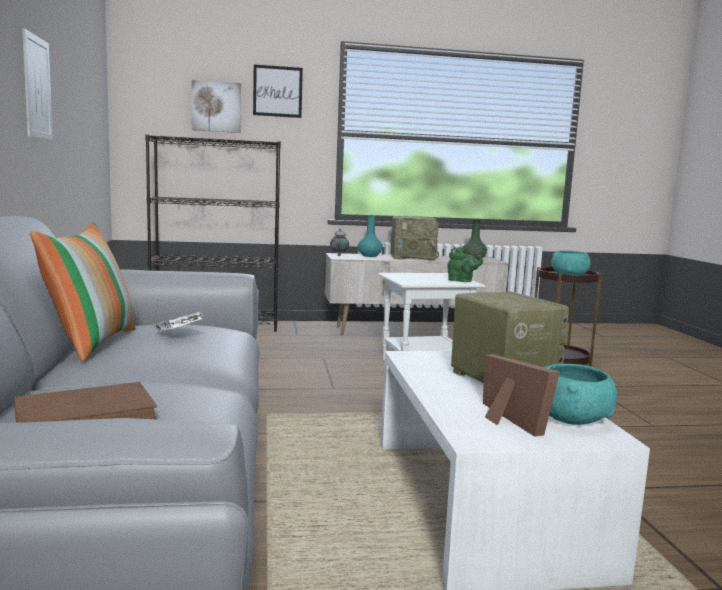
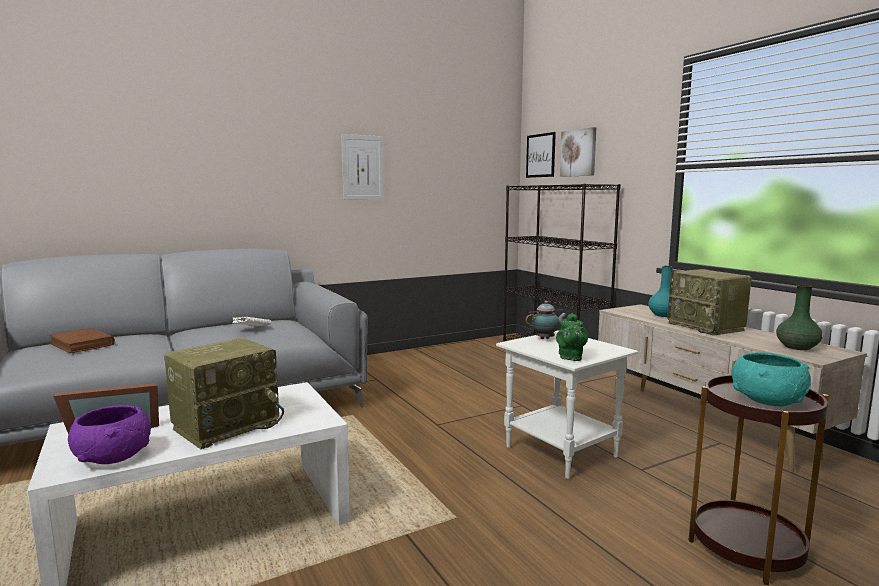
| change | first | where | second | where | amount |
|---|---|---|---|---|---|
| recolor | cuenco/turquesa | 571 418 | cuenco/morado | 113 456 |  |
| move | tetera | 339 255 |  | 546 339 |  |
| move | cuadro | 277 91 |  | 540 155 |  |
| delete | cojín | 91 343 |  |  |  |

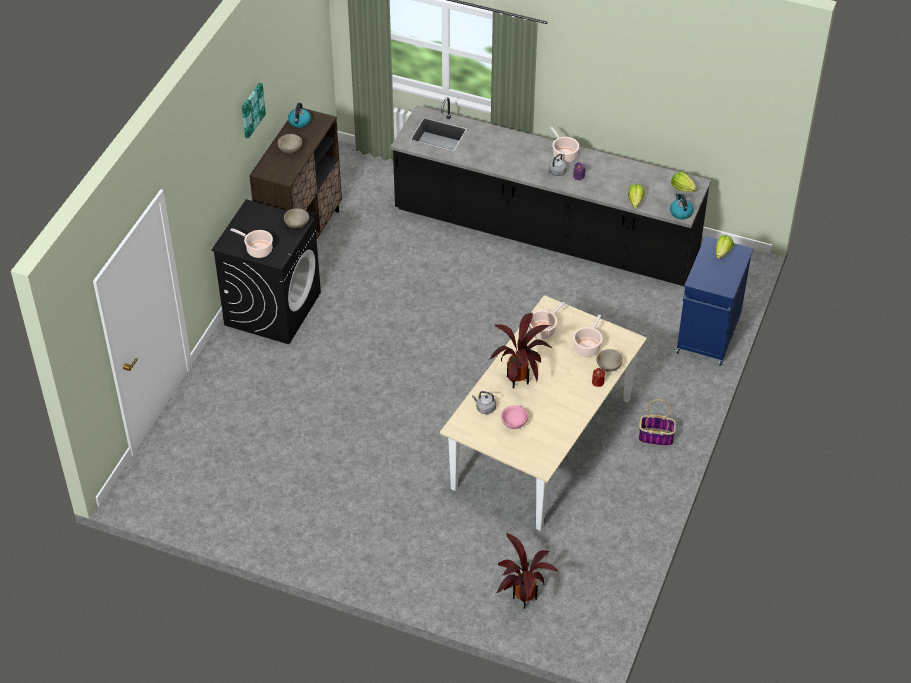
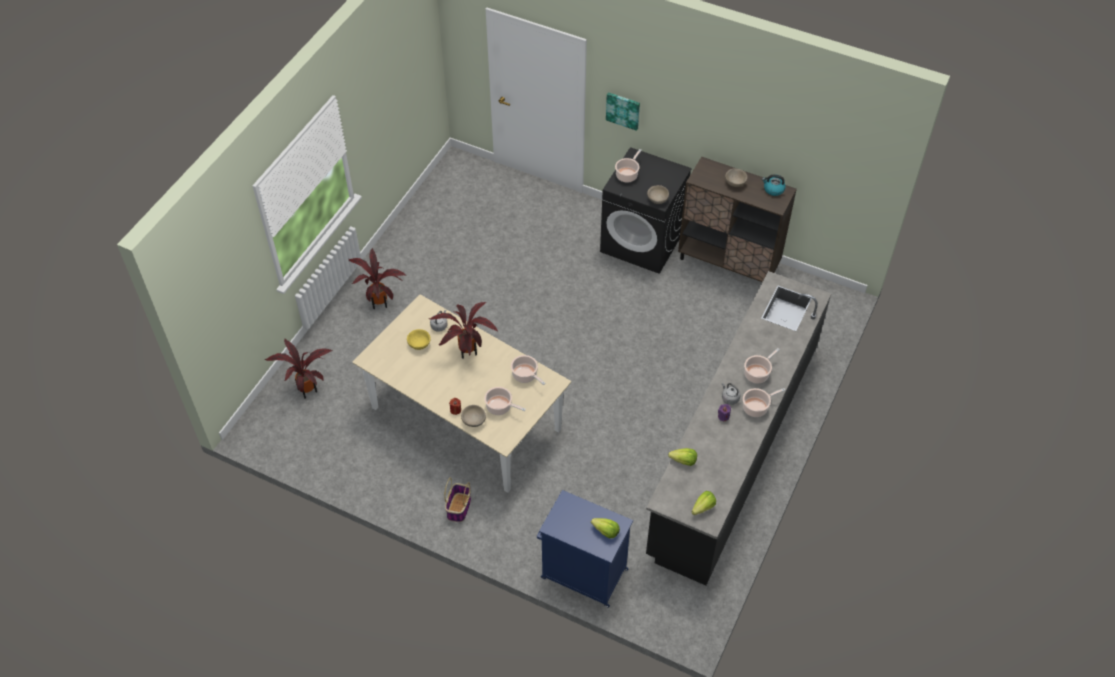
| change | first | where | second | where | amount |
|---|---|---|---|---|---|
| insert |  |  | planta en maceta | 380 301 |  |
| recolor | cuenco/rosa | 514 423 | cuenco/amarillo | 419 344 |  |
| move | cuadro | 251 110 |  | 623 110 |  |
| insert |  |  | olla | 757 373 |  |
| delete | hervidor | 680 212 |  |  |  |

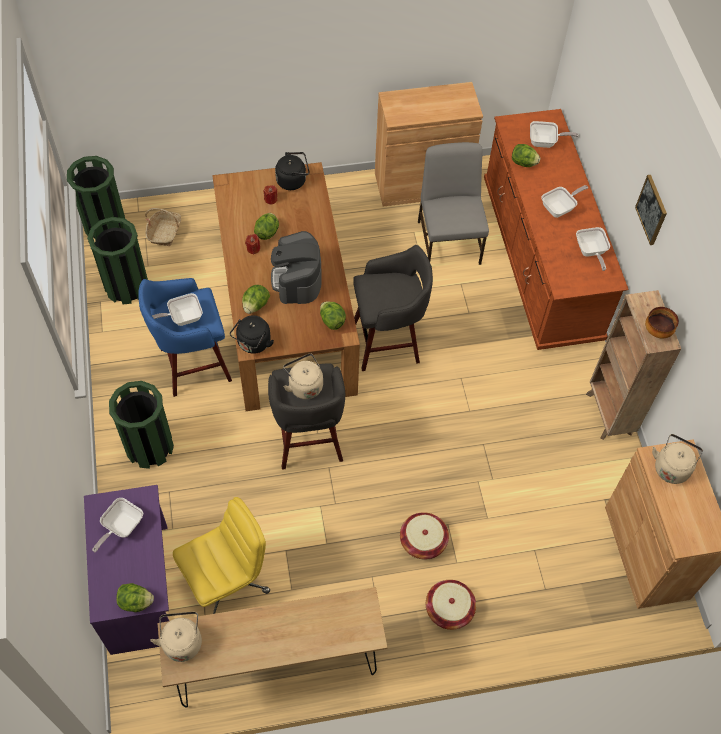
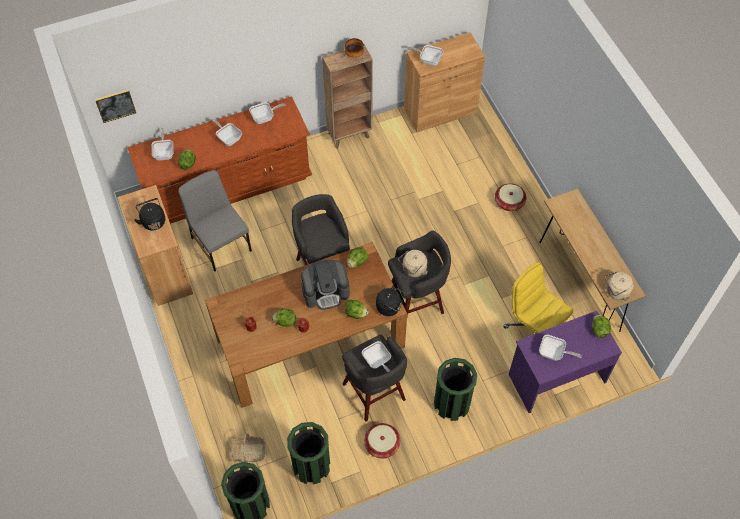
| change | first | where | second | where | amount |
|---|---|---|---|---|---|
| move | cuadro | 652 210 |  | 115 105 |  |
| move | hervidor/negro | 293 180 |  | 153 221 |  |
| rotate | silla/gris | 449 241 |  | 221 243 | 75 degrees clockwise |
| recolor | taburete/azul | 193 365 | taburete/gris | 374 393 |  |
| move | cesta | 423 541 |  | 382 444 |  |
| replace | hervidor/beis | 672 467 | sartén | 428 60 |  |

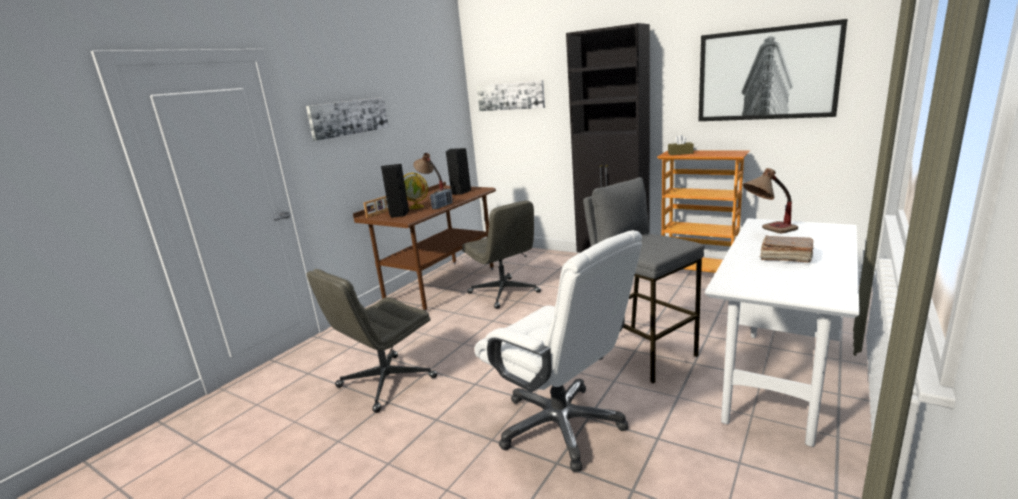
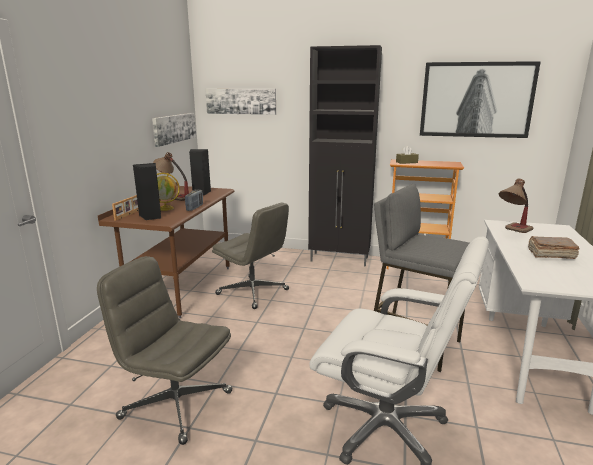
| change | first | where | second | where | amount |
|---|---|---|---|---|---|
| rotate | silla de oficina/gris | 386 383 |  | 175 404 | 90 degrees clockwise |
| move | cuadro | 349 117 |  | 174 128 |  |

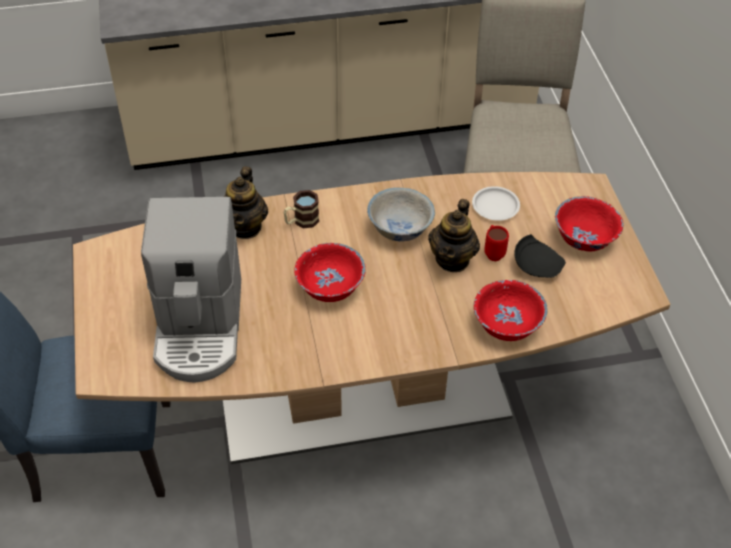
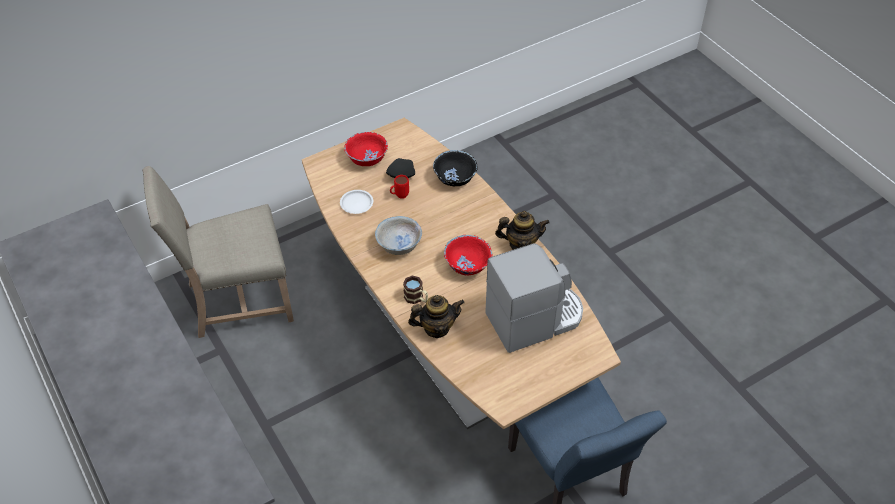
| change | first | where | second | where | amount |
|---|---|---|---|---|---|
| recolor | cuenco/rojo | 507 324 | cuenco/negro | 454 178 |  |
| move | tetera | 452 259 |  | 521 244 |  |

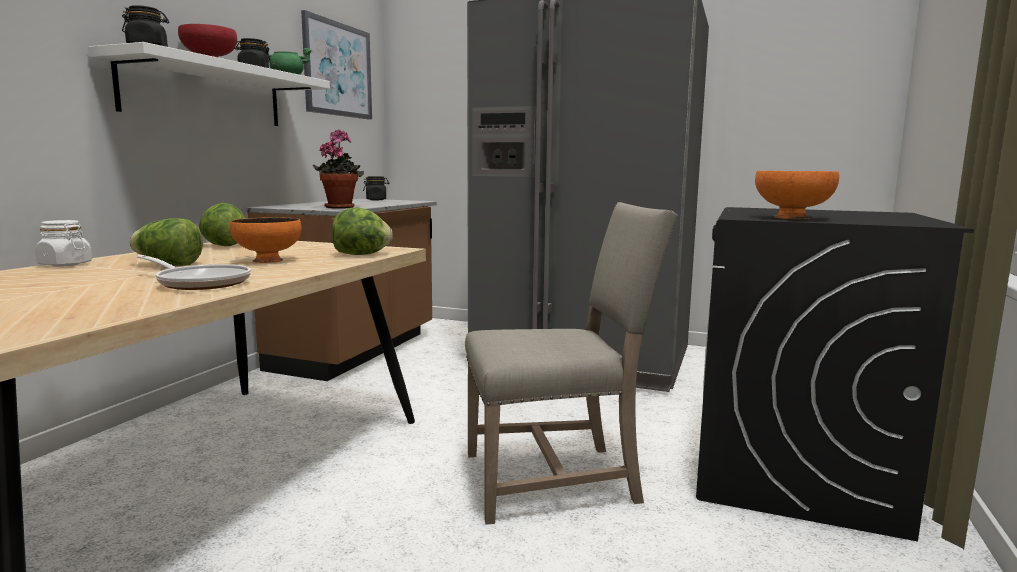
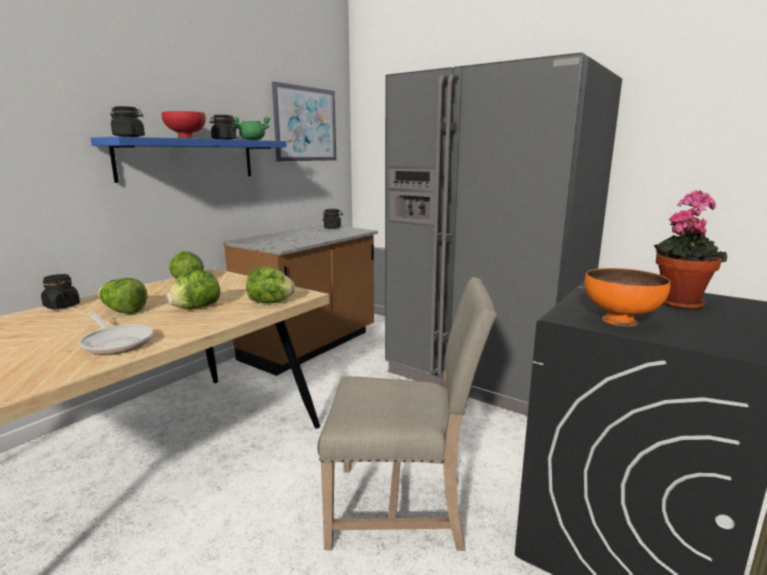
| change | first | where | second | where | amount |
|---|---|---|---|---|---|
| recolor | tarro/blanco | 65 264 | tarro/negro | 61 306 |  |
| recolor | estante/blanco | 206 94 | estante/azul | 188 159 |  |
| replace | cuenco/naranja | 269 260 | lechuga | 196 308 |  |
| move | planta en maceta | 340 207 |  | 678 302 |  |

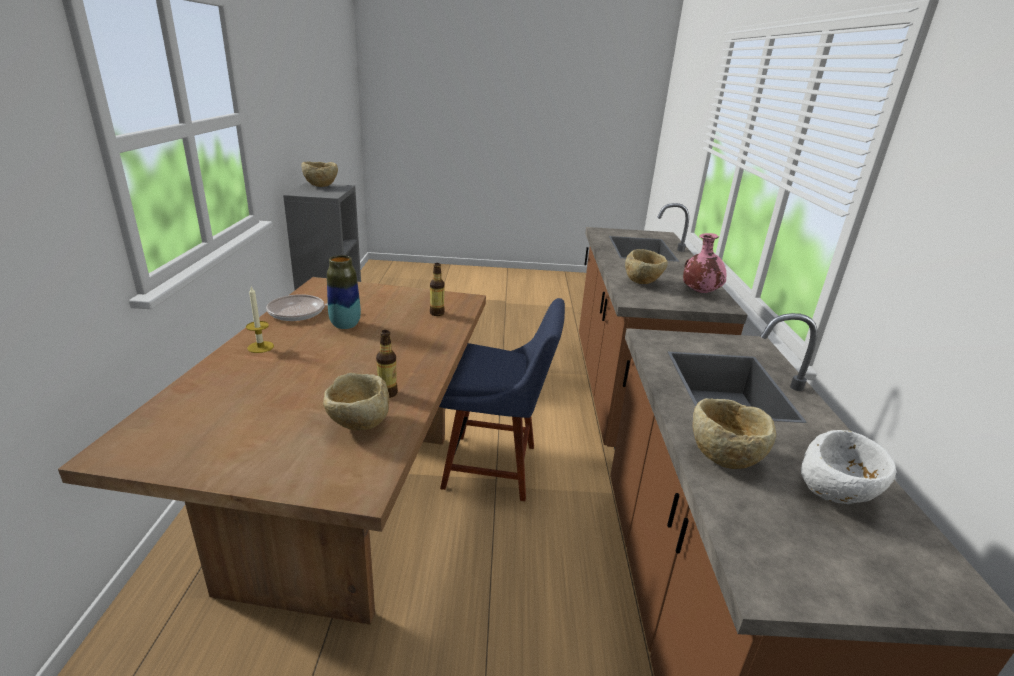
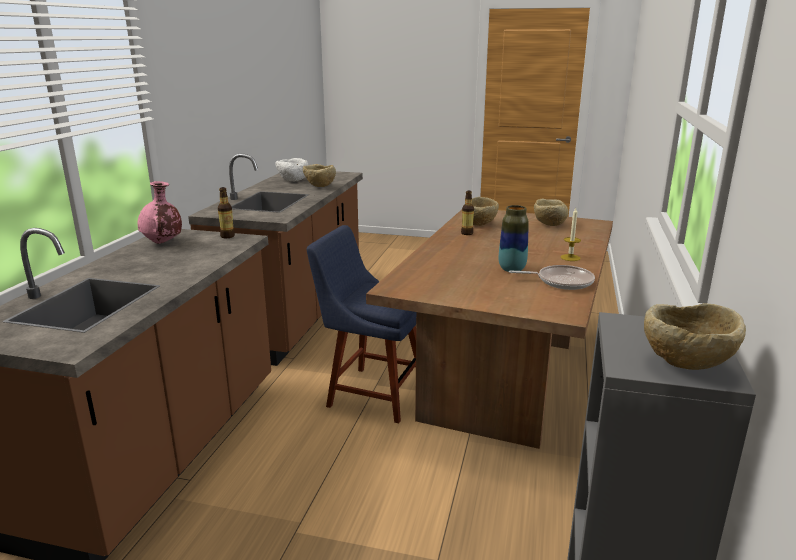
| change | first | where | second | where | amount |
|---|---|---|---|---|---|
| move | botella | 437 313 |  | 227 236 |  |
| move | cuenco/beis | 643 282 |  | 549 225 |  |

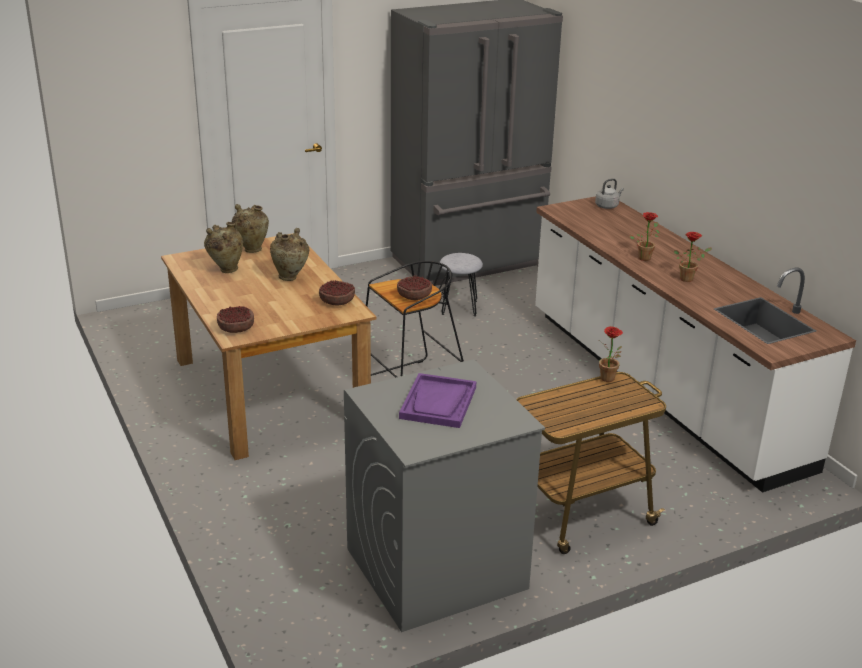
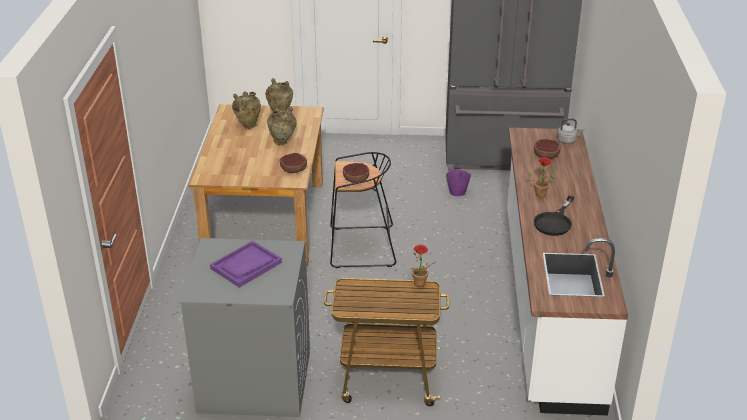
| change | first | where | second | where | amount |
|---|---|---|---|---|---|
| replace | taburete/gris | 459 307 | cubo/morado | 457 192 |  |
| move | cuenco | 235 328 |  | 546 155 |  |
| replace | planta en maceta | 688 278 | sartén/negro | 555 222 |  |

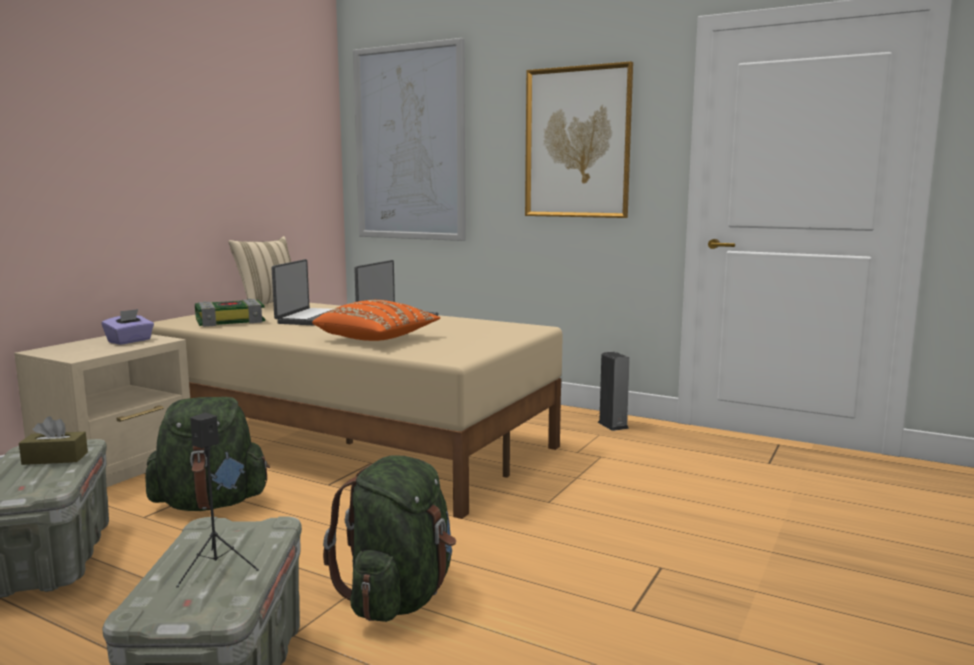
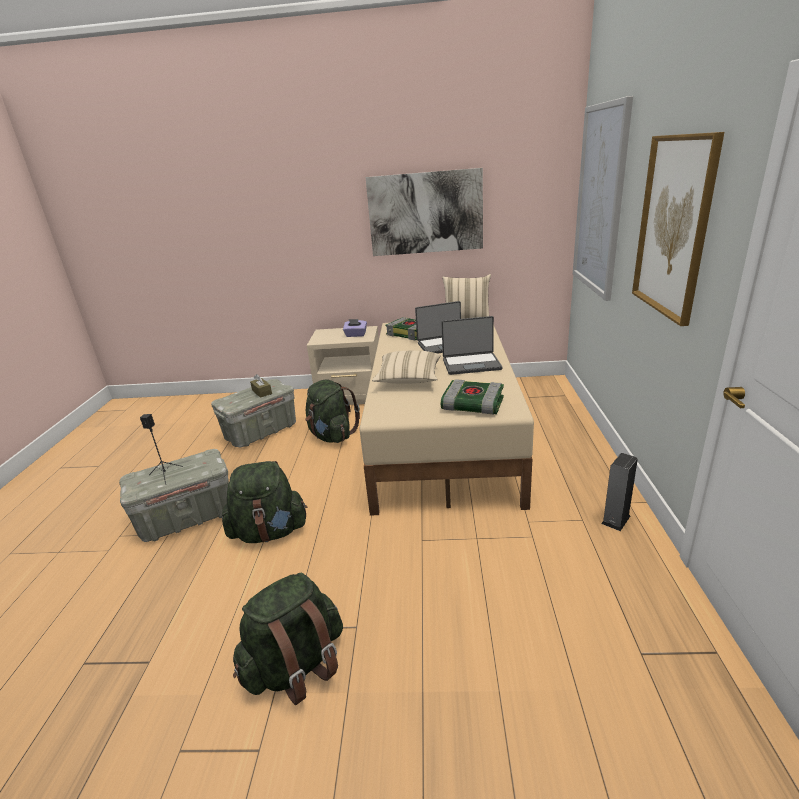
| change | first | where | second | where | amount |
|---|---|---|---|---|---|
| insert |  |  | mochila/verde | 296 666 |  |
| insert |  |  | cuadro | 425 213 |  |
| recolor | cojín/naranja | 377 339 | cojín/beis | 408 379 |  |
| insert |  |  | libro | 471 405 |  |

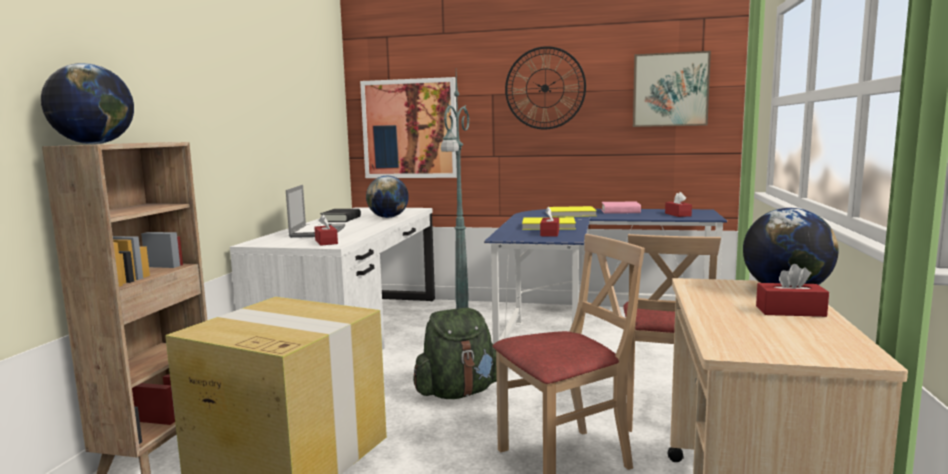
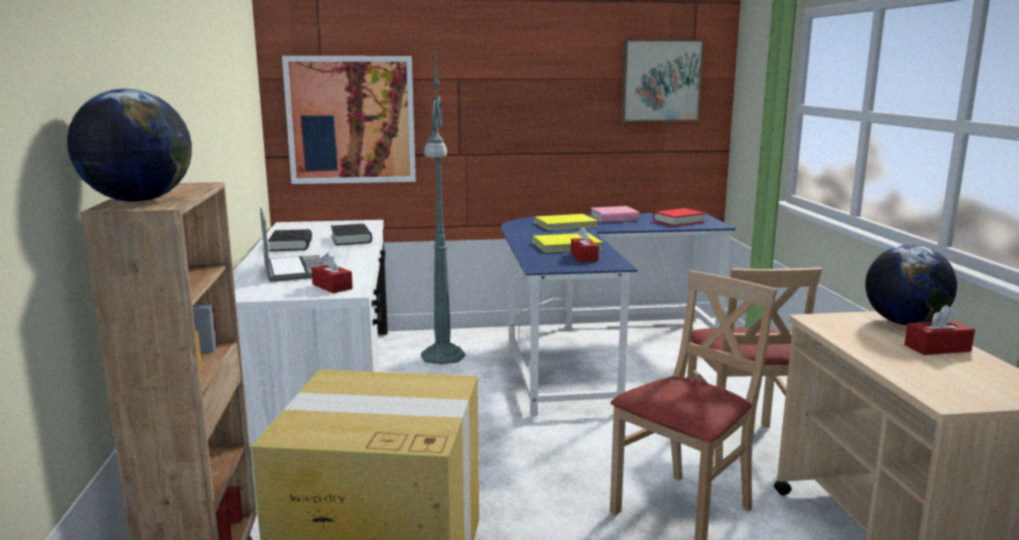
| change | first | where | second | where | amount |
|---|---|---|---|---|---|
| replace | globo terráqueo | 388 217 | libro/negro | 351 239 |  |
| replace | caja de pañuelos/rojo | 678 214 | libro/rojo | 678 221 |  |
| delete | mochila/verde | 458 392 |  |  |  |
| delete | reloj de pared | 545 88 |  |  |  |

